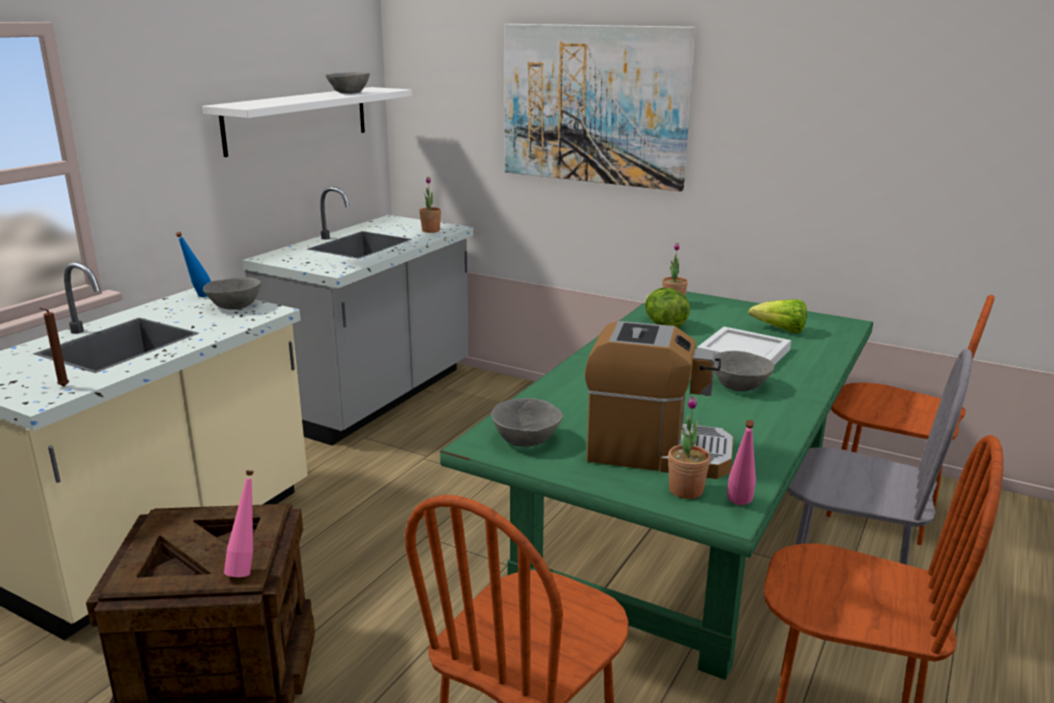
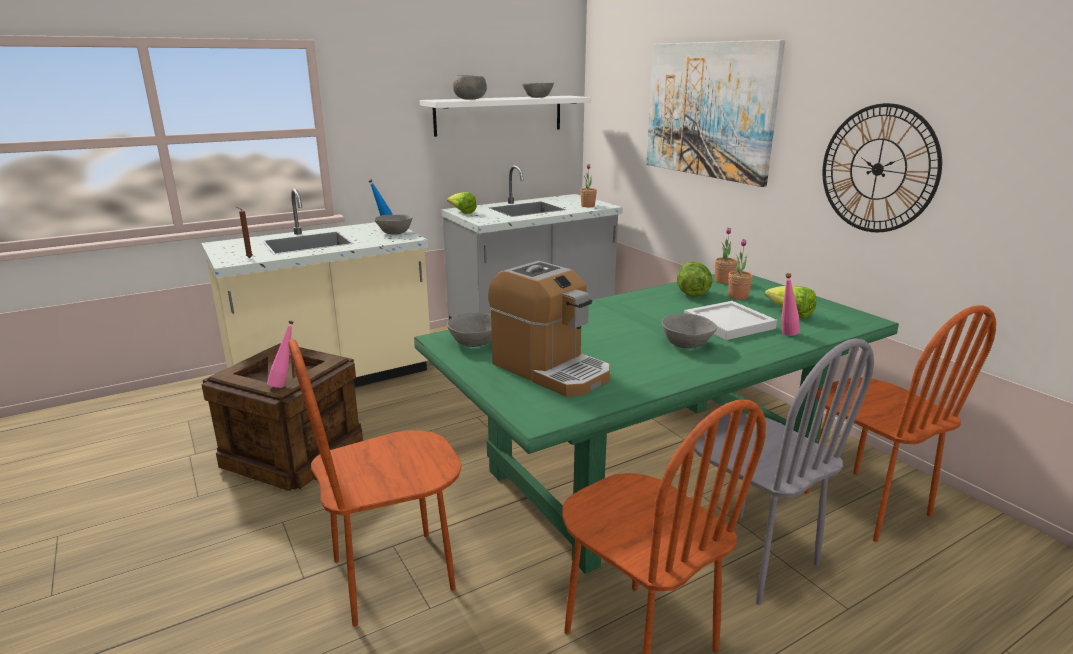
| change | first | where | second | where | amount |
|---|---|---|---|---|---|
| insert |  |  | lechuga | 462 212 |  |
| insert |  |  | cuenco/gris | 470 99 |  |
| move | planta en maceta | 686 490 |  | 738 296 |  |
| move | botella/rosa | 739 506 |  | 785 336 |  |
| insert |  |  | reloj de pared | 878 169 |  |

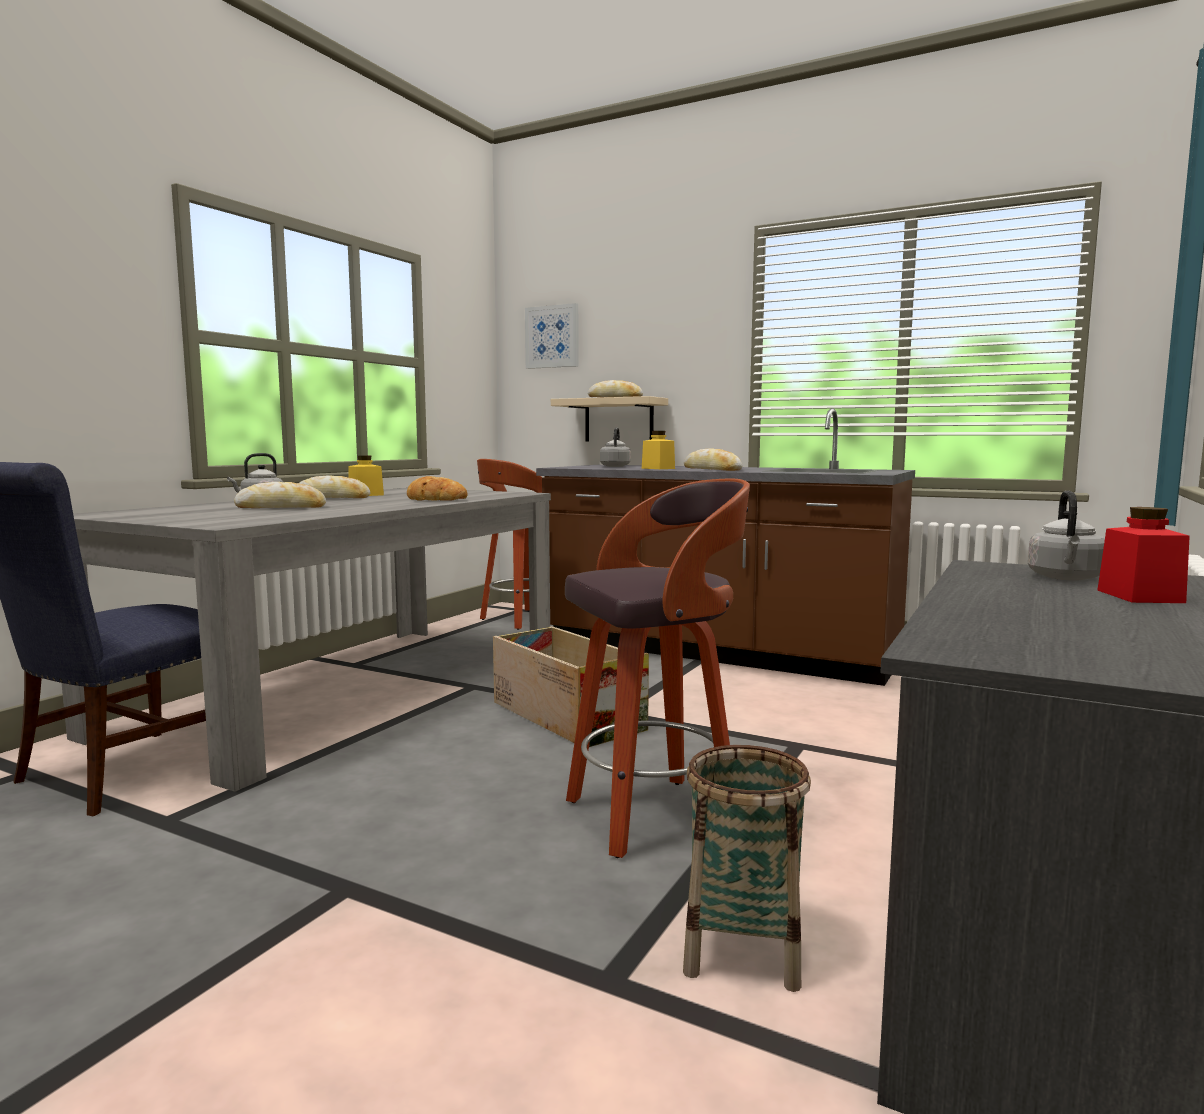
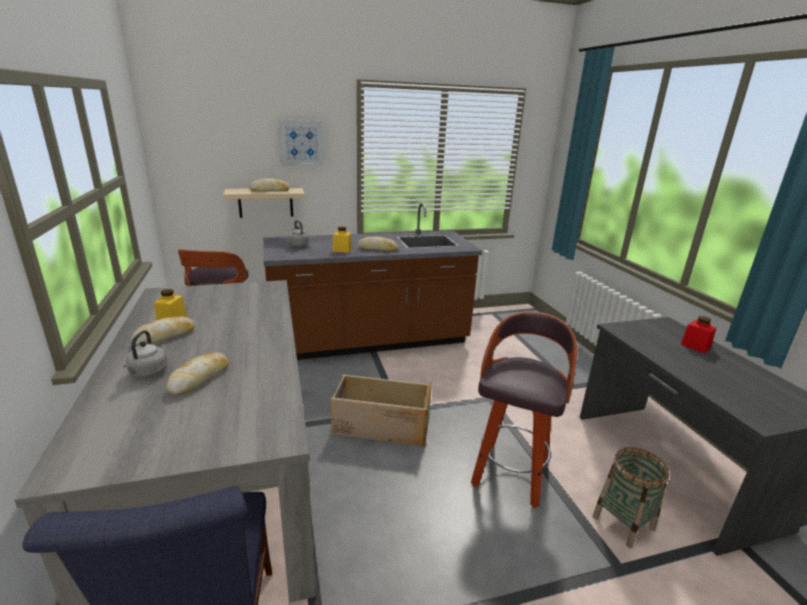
| change | first | where | second | where | amount |
|---|---|---|---|---|---|
| move | cuadro | 552 337 |  | 301 143 |  |
| delete | pan | 434 499 |  |  |  |
| delete | hervidor/gris | 1066 578 |  |  |  |

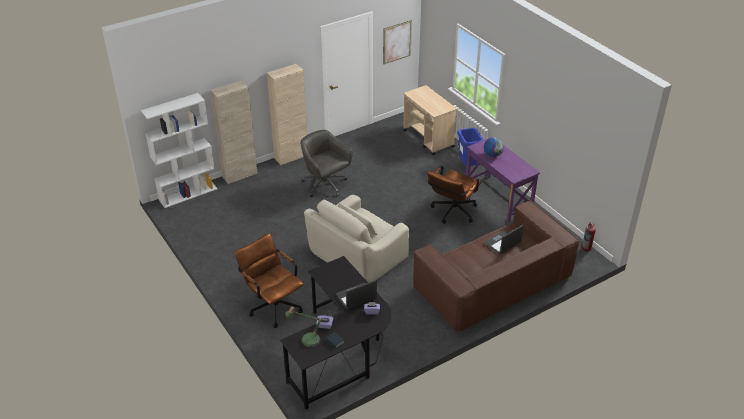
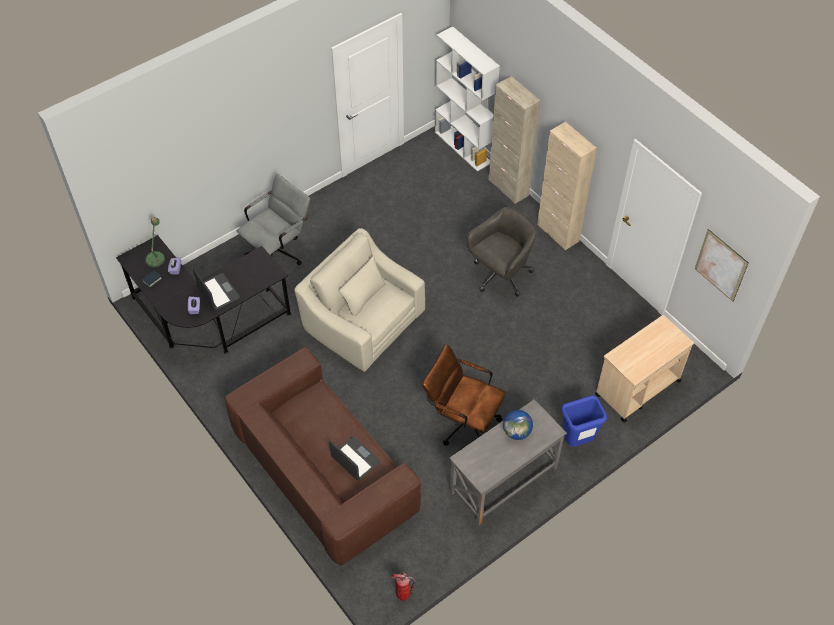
| change | first | where | second | where | amount |
|---|---|---|---|---|---|
| recolor | silla de oficina/marrón | 273 305 | silla de oficina/gris | 279 251 |  |
| recolor | escritorio/morado | 498 198 | escritorio/gris | 504 480 |  |

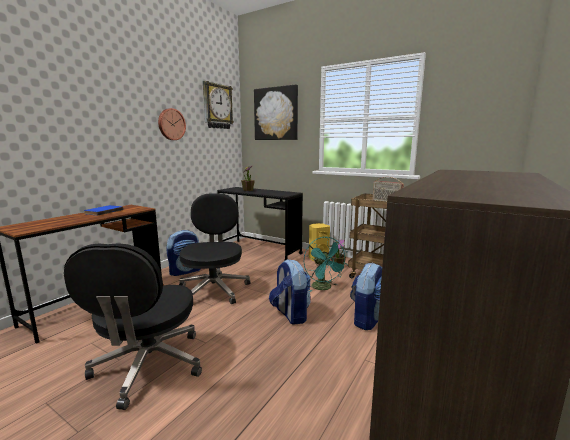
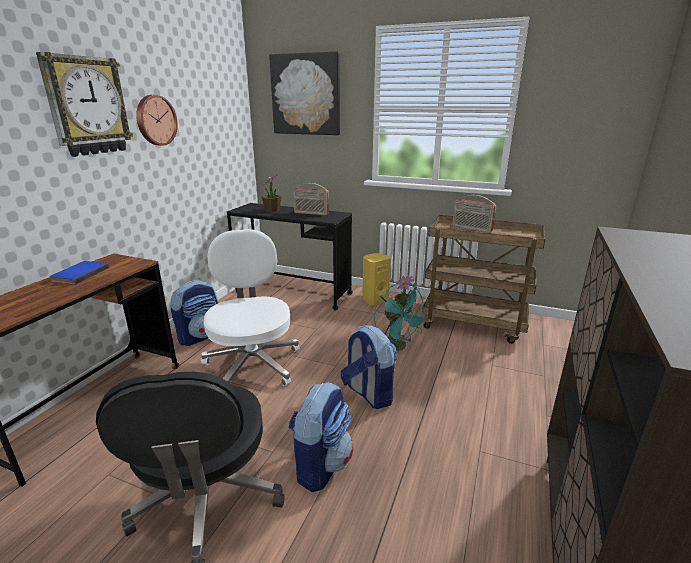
| change | first | where | second | where | amount |
|---|---|---|---|---|---|
| move | reloj de pared | 217 106 |  | 87 106 |  |
| recolor | silla de oficina/negro | 214 289 | silla de oficina/blanco | 253 363 |  |
| move | mochila | 367 319 |  | 321 464 |  |
| insert |  |  | radio | 311 213 |  |

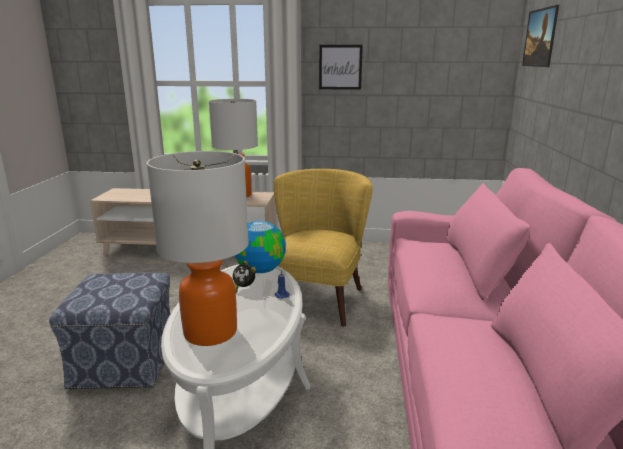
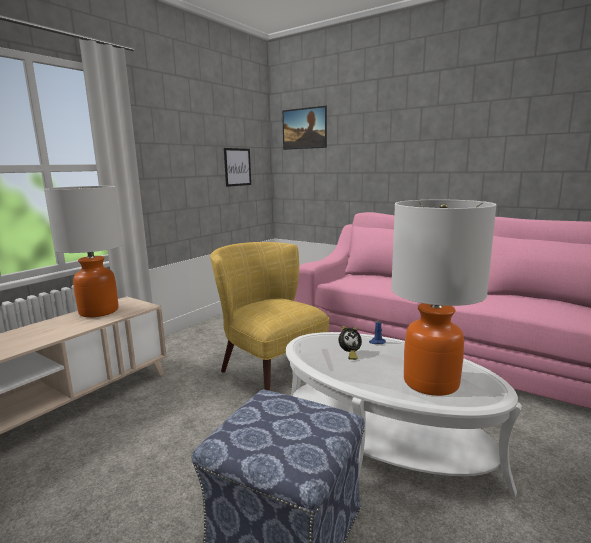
| change | first | where | second | where | amount |
|---|---|---|---|---|---|
| move | cuadro | 340 67 |  | 237 167 |  |
| delete | globo terráqueo | 259 270 |  |  |  |

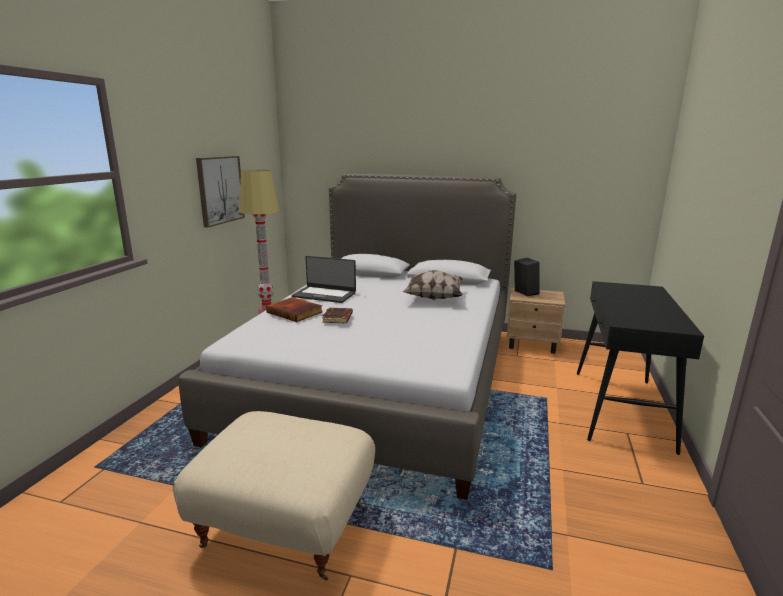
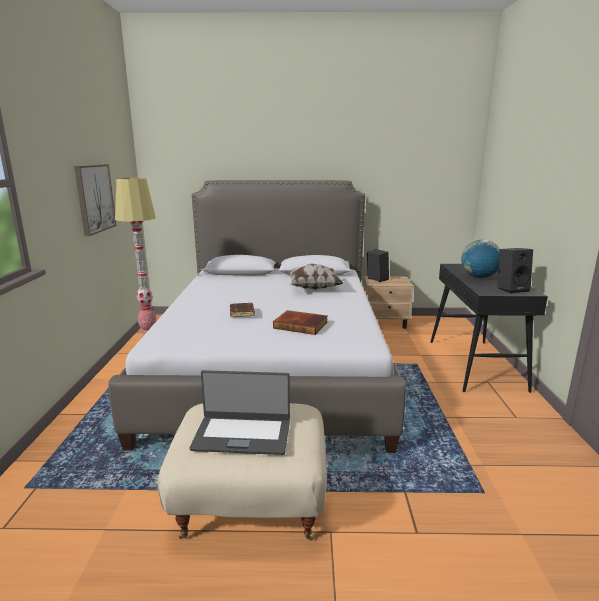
| change | first | where | second | where | amount |
|---|---|---|---|---|---|
| move | portátil | 324 294 |  | 242 434 |  |
| move | libro | 295 312 |  | 301 325 |  |
| insert |  |  | globo terráqueo | 479 277 |  |
| insert |  |  | altavoz/negro | 511 289 |  |

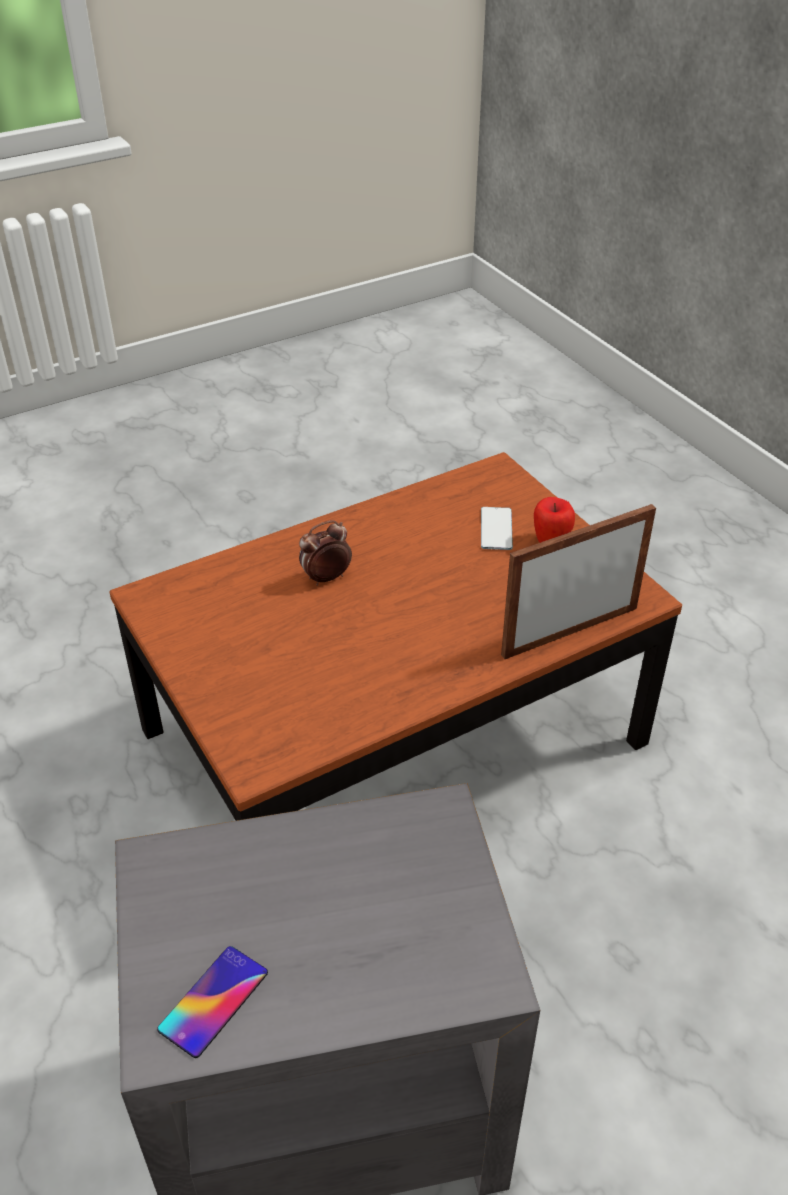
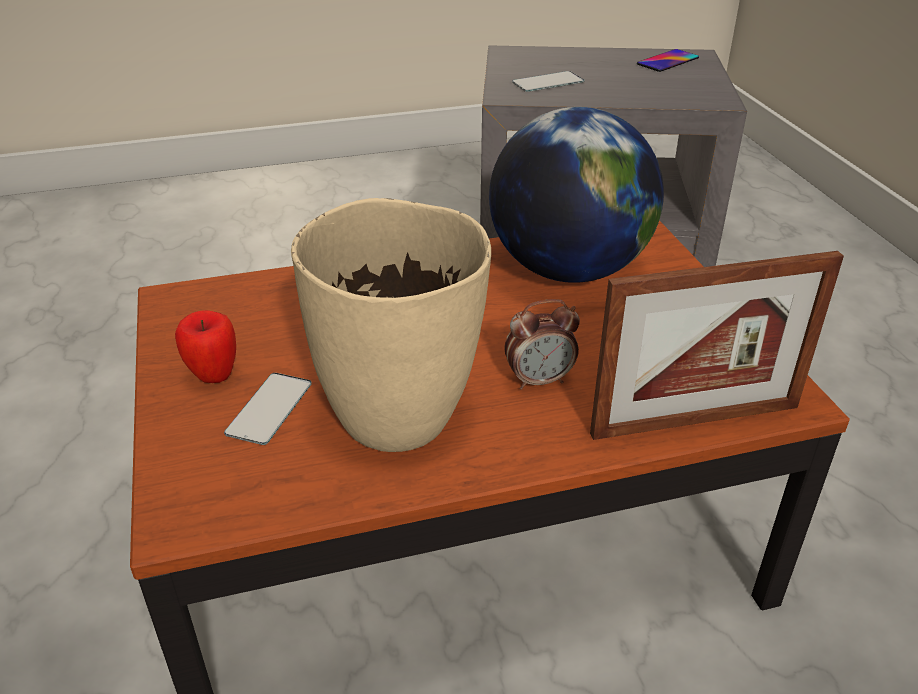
| change | first | where | second | where | amount |
|---|---|---|---|---|---|
| insert |  |  | florero/beis | 400 417 |  |
| insert |  |  | globo terráqueo | 568 269 |  |
| insert |  |  | móvil | 548 82 |  |
| move | portarretratos | 570 631 |  | 695 420 |  |

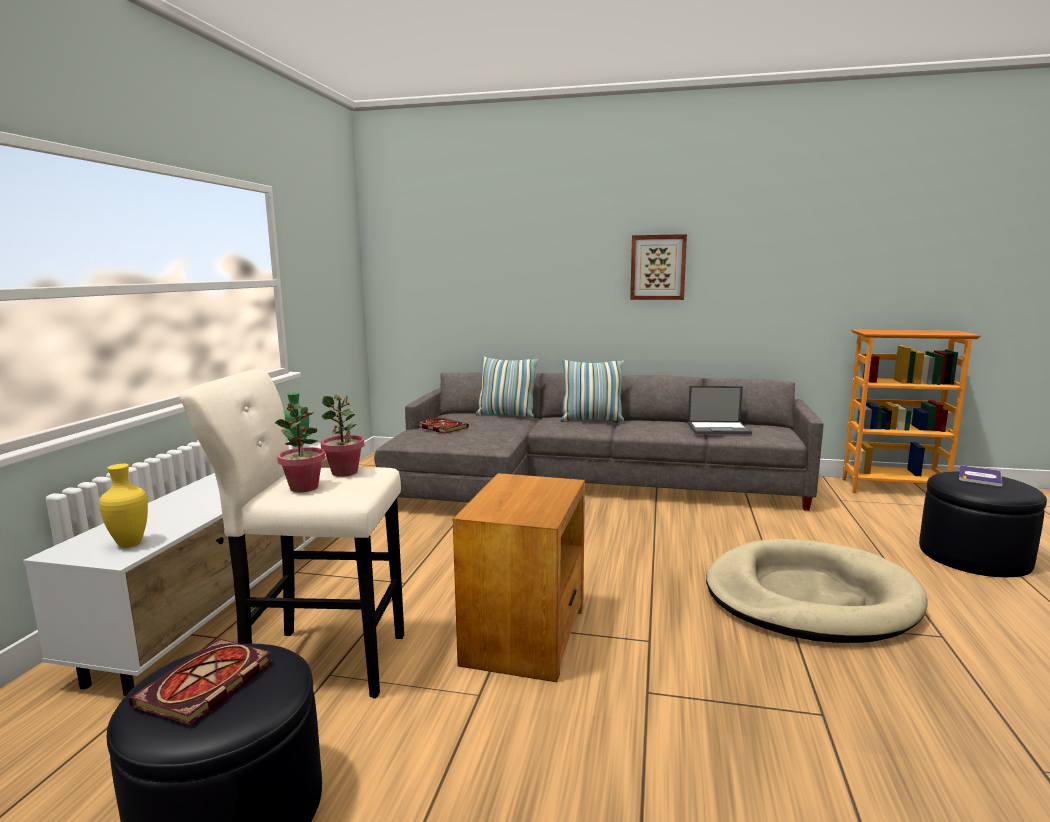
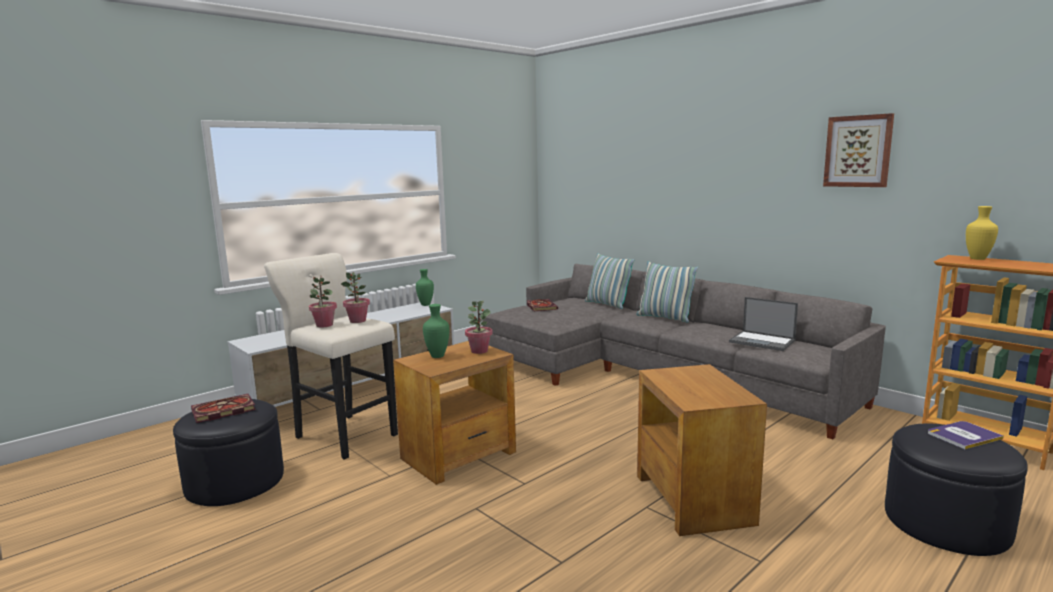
| change | first | where | second | where | amount |
|---|---|---|---|---|---|
| insert |  |  | florero/verde | 438 356 |  |
| insert |  |  | planta en maceta | 479 351 |  |
| replace | cama para perro/beis | 809 598 | mesa auxiliar/marrón | 693 498 |  |
| move | cuadro | 658 267 |  | 858 151 |  |
| move | florero/amarillo | 128 545 |  | 977 259 |  |

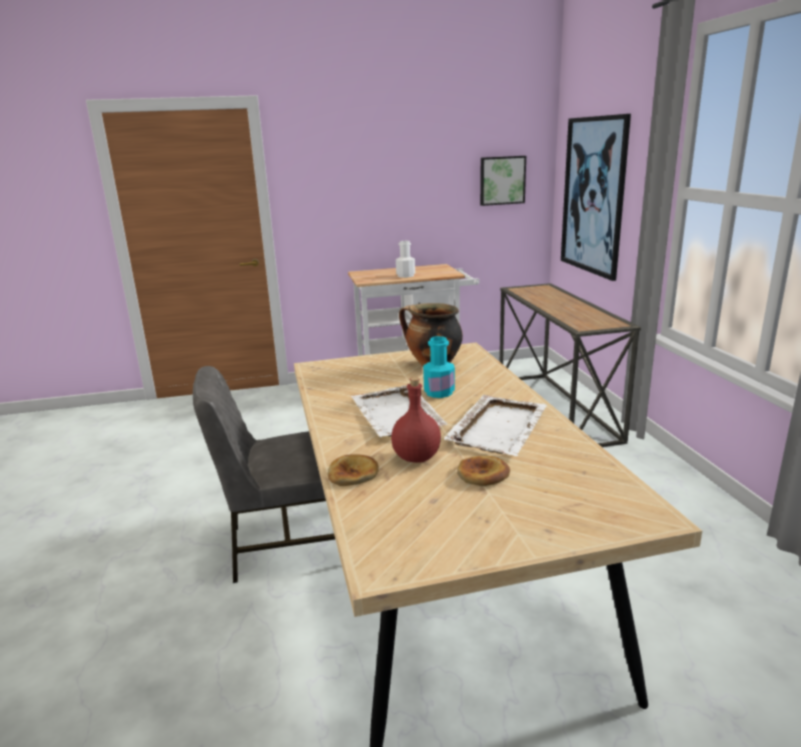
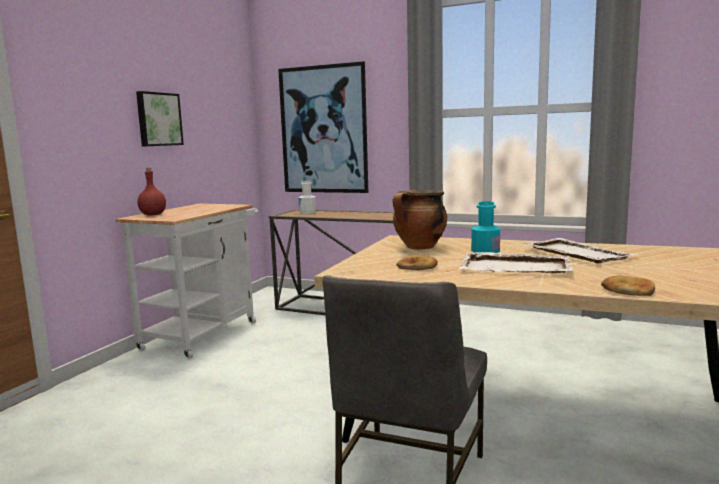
| change | first | where | second | where | amount |
|---|---|---|---|---|---|
| move | cuadro | 502 180 |  | 158 119 |  |
| move | botella/rojo | 417 458 |  | 153 215 |  |
| move | botella/blanco | 405 276 |  | 307 212 |  |
| move | pan | 482 474 |  | 417 267 |  |

